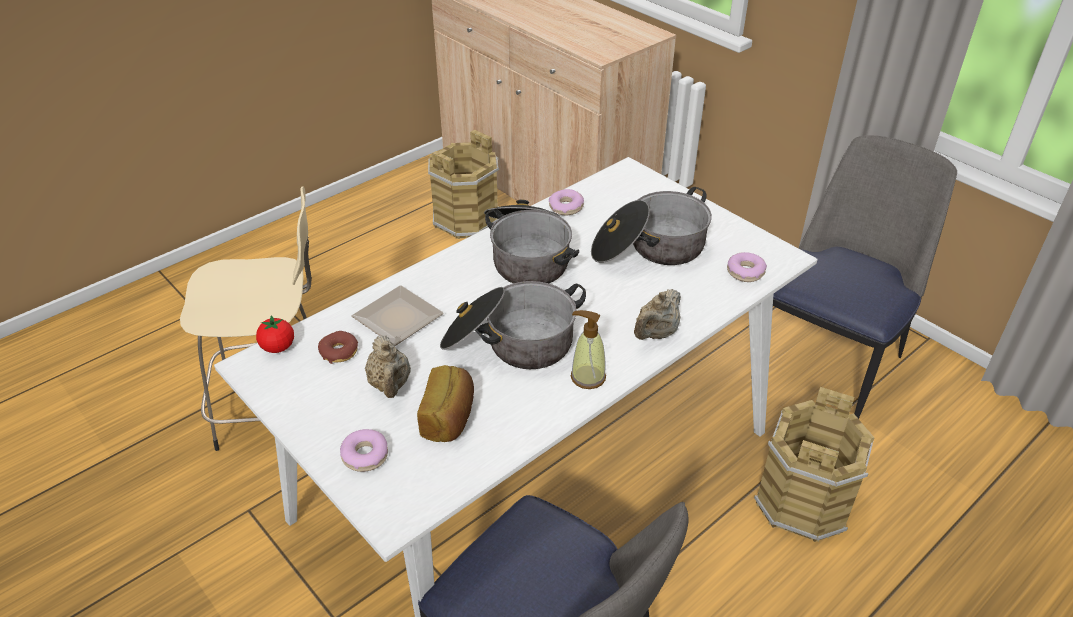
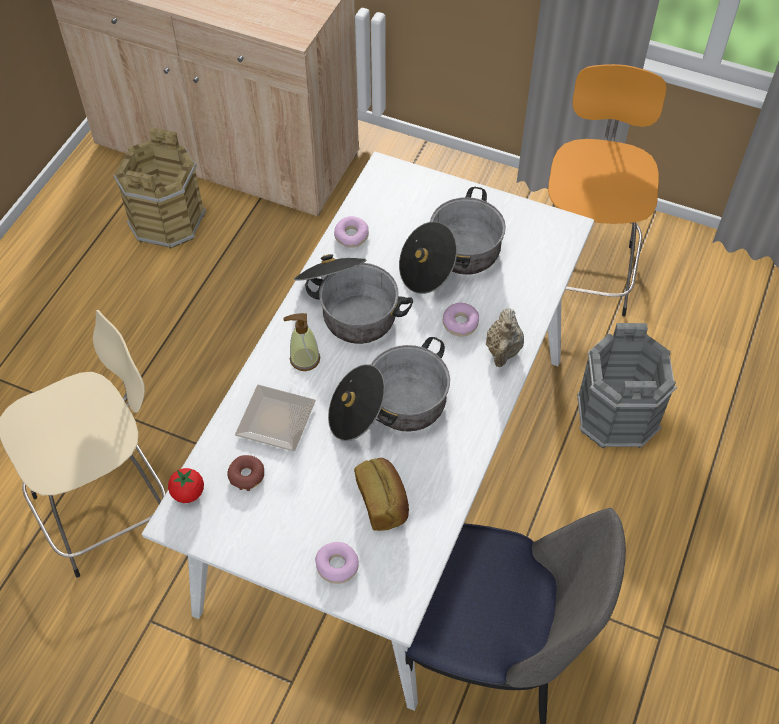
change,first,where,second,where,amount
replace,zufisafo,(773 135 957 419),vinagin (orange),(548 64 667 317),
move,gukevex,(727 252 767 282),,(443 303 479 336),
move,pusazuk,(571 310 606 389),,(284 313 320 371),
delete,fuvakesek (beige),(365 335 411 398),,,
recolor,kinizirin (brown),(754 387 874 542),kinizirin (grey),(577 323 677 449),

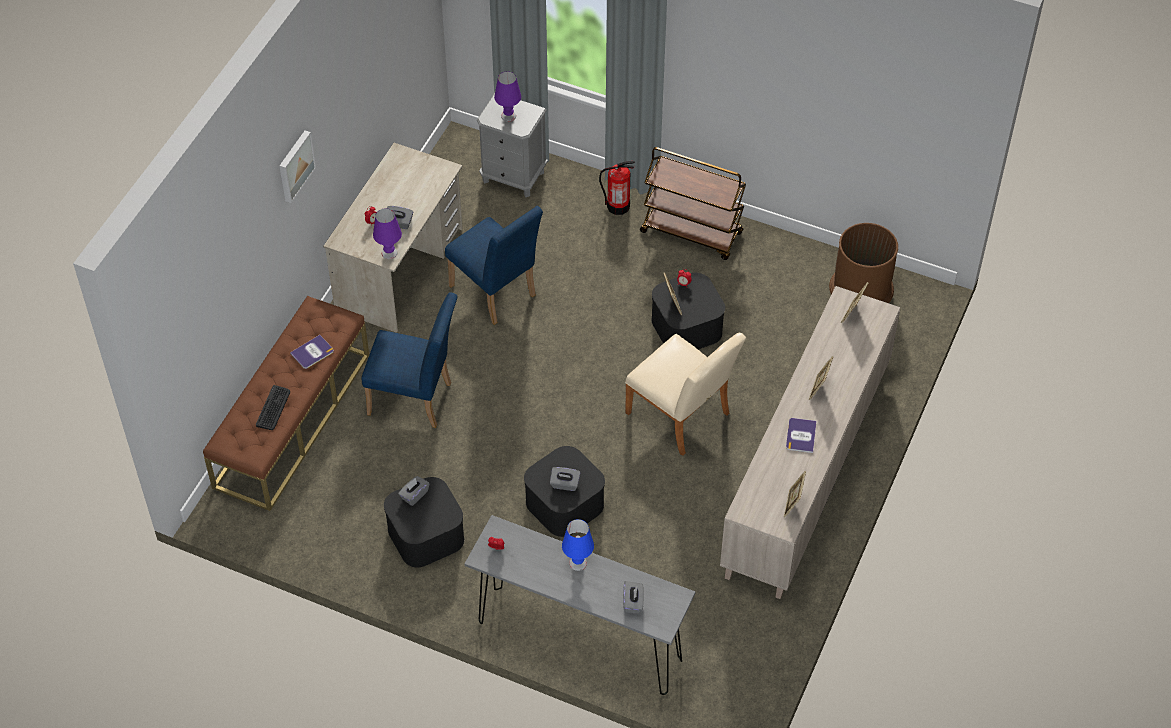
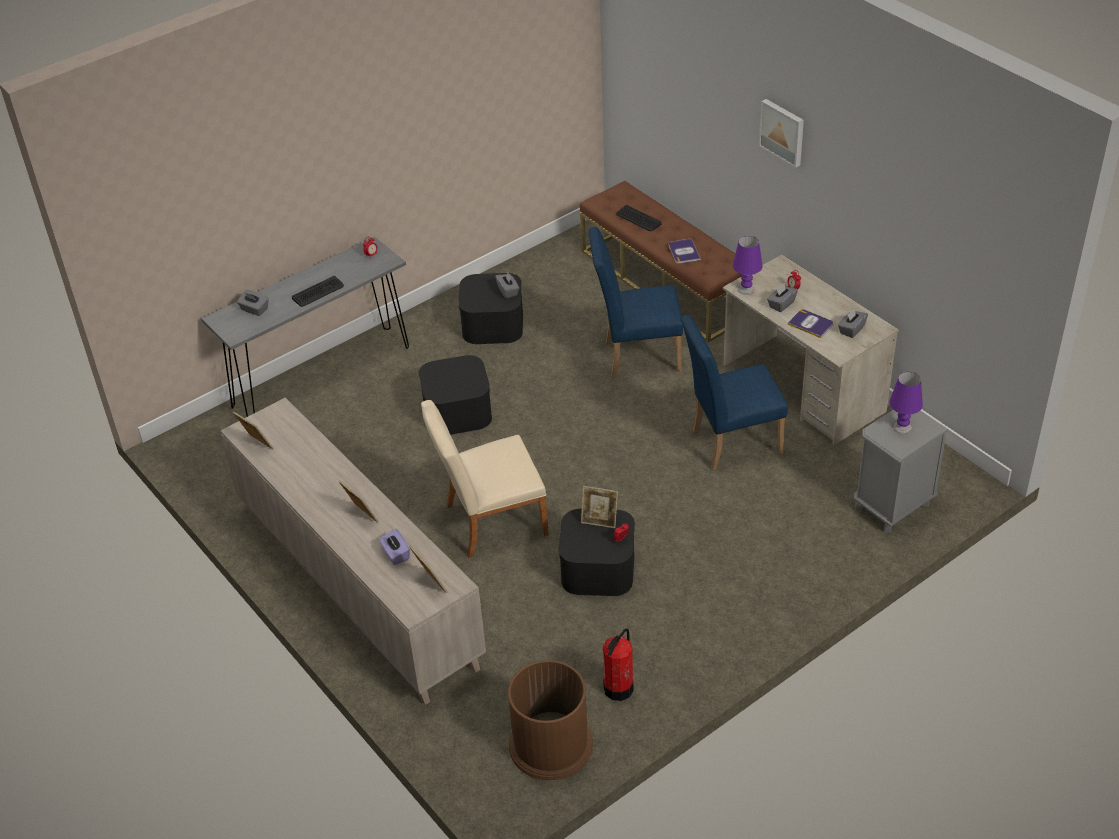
change,first,where,second,where,amount
delete,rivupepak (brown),(640 147 746 260),,,
move,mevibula,(599 161 635 215),,(603 629 634 701),
rotate,zufisafo (blue),(361 292 457 428),,(589 227 683 378),45 degrees clockwise
move,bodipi,(786 418 817 453),,(788 309 833 338),
move,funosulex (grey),(550 467 580 491),,(838 308 868 338),
replace,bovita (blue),(562 519 594 571),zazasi,(292 276 344 307),
insert,,,funosulex (purple),(379 529 410 565),

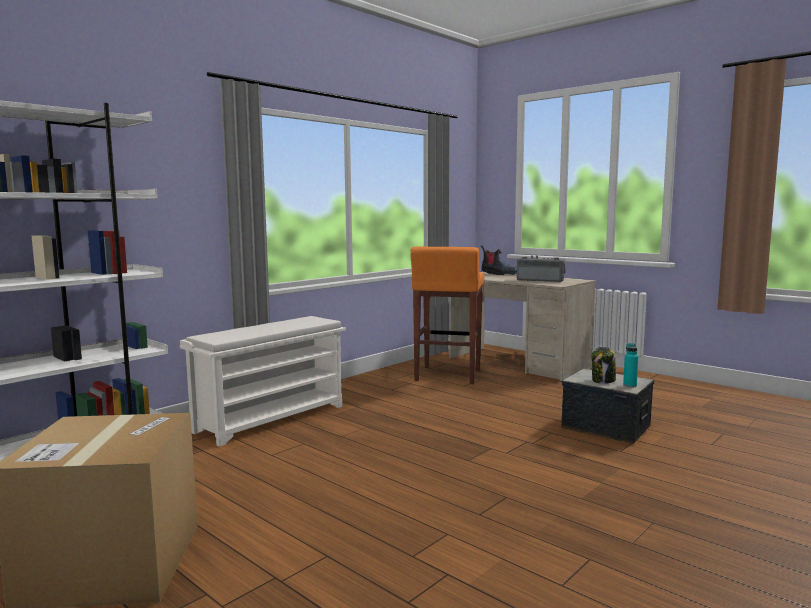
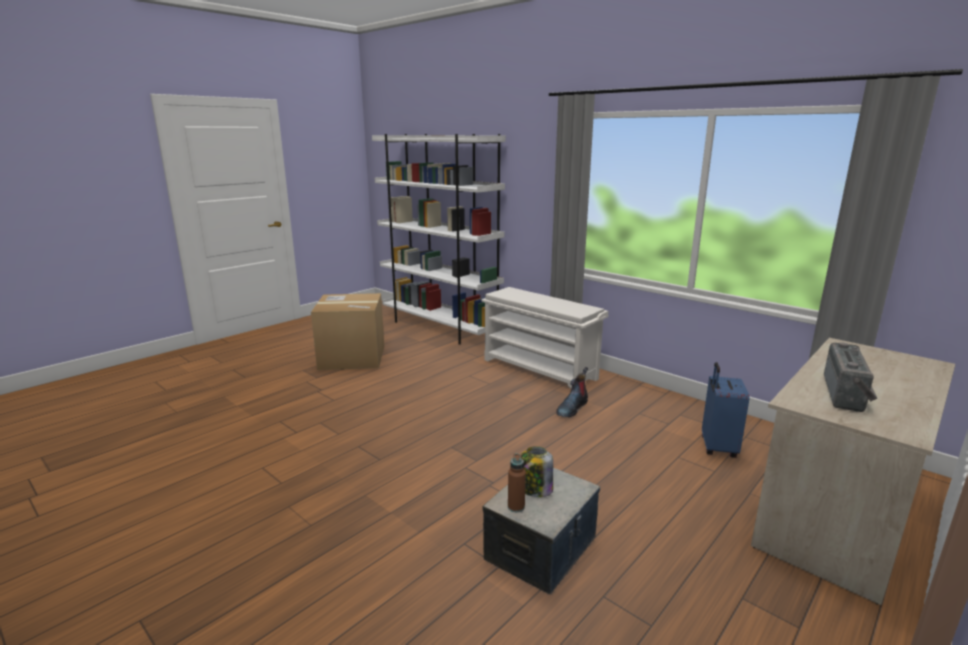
change,first,where,second,where,amount
move,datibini,(481 245 517 275),,(556 367 588 417),
replace,vinagin (orange),(411 247 484 384),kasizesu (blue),(702 362 750 458),
recolor,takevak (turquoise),(623 343 638 388),takevak (brown),(508 454 526 512),

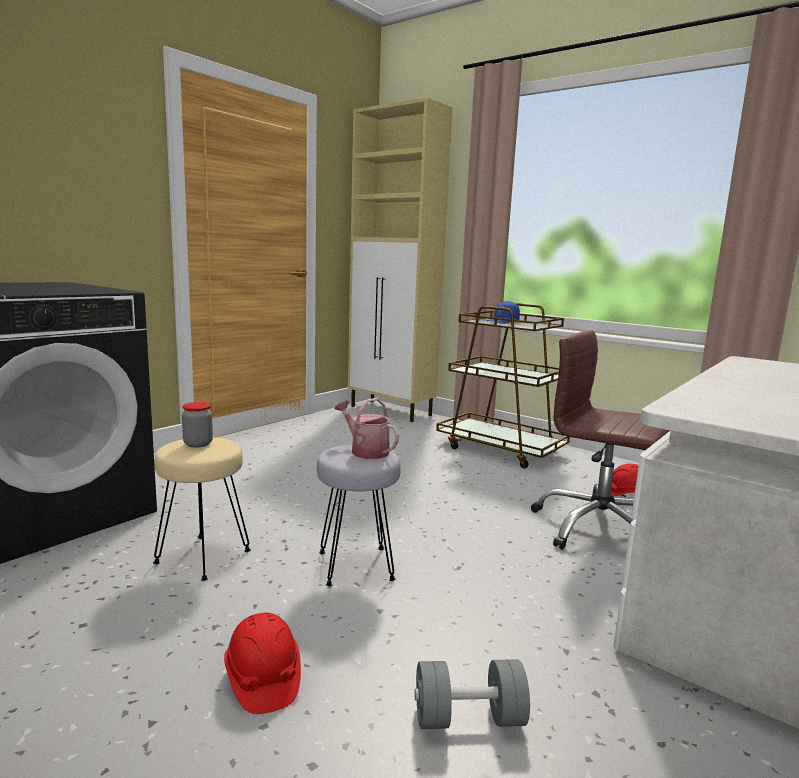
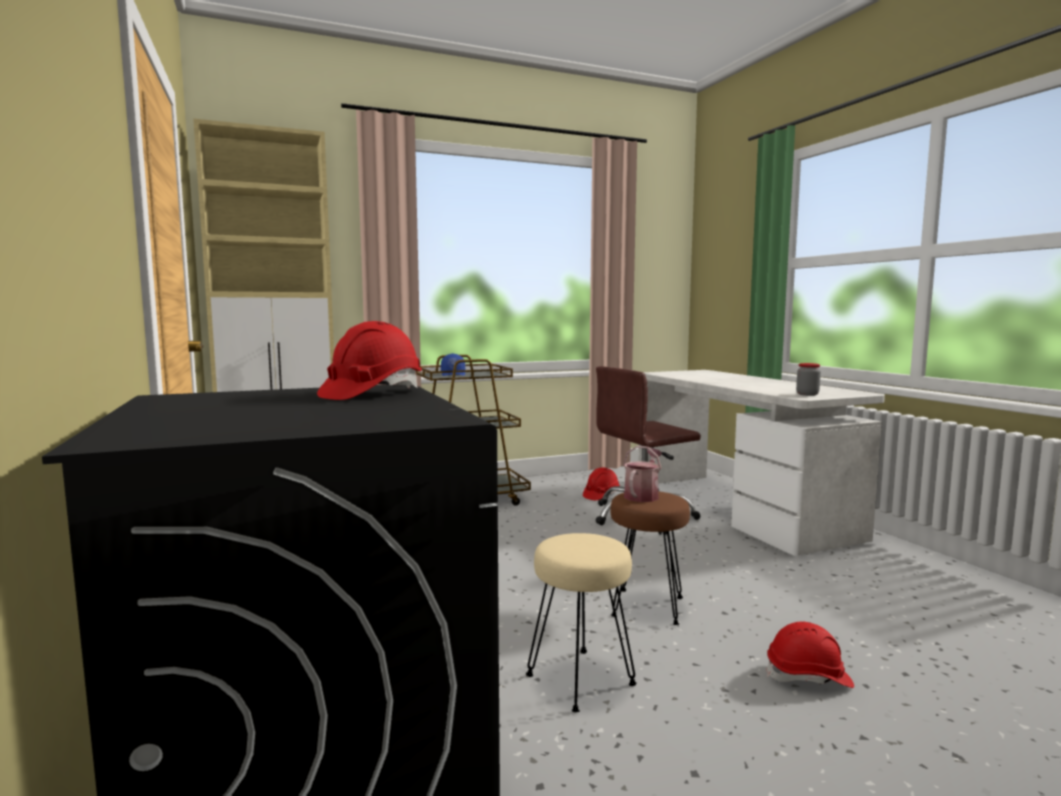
change,first,where,second,where,amount
rotate,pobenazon,(335 398 399 459),,(623 446 662 502),135 degrees clockwise
move,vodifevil,(182 402 213 448),,(796 363 821 396),
recolor,vinagin (grey),(317 444 401 586),vinagin (brown),(611 491 690 625),
delete,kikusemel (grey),(414 659 530 729),,,
insert,,,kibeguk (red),(317 321 422 400),

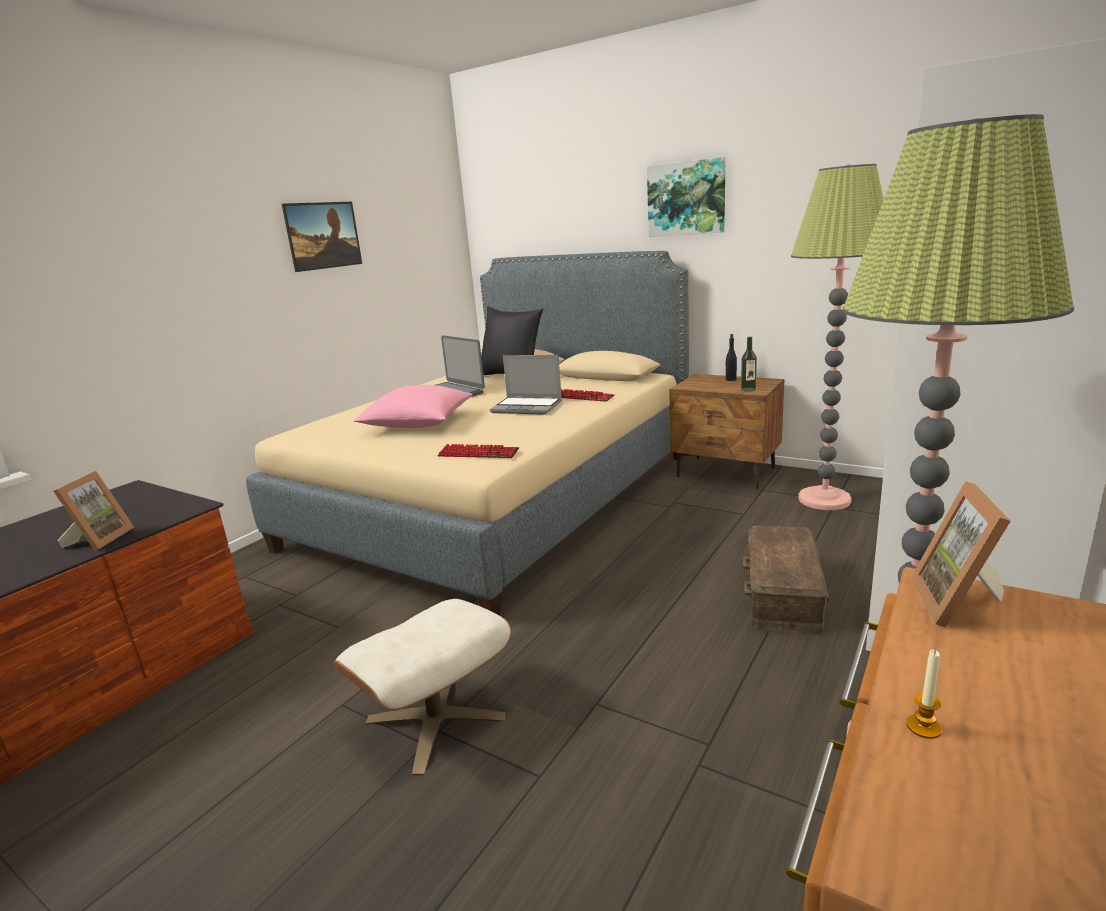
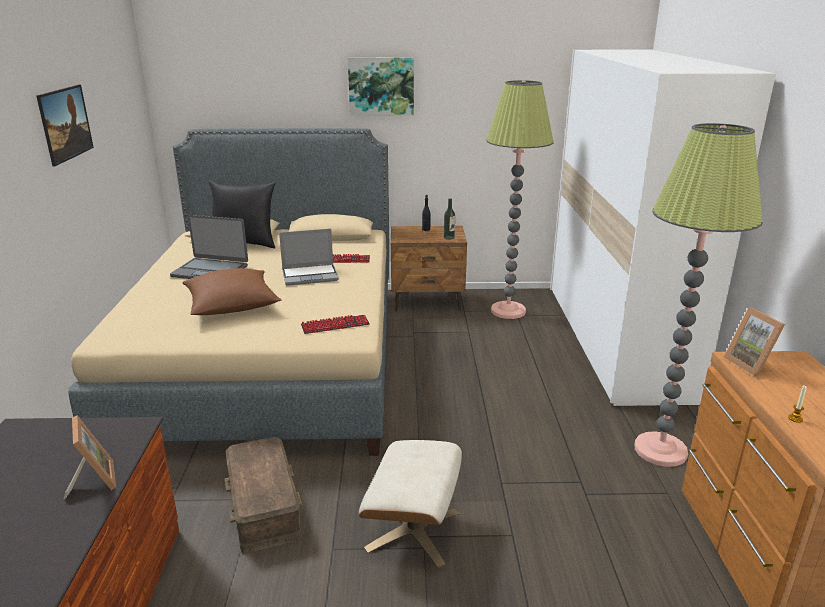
change,first,where,second,where,amount
recolor,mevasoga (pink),(353 385 473 428),mevasoga (brown),(182 268 281 315),
move,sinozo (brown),(743 525 829 635),,(225 437 302 553),

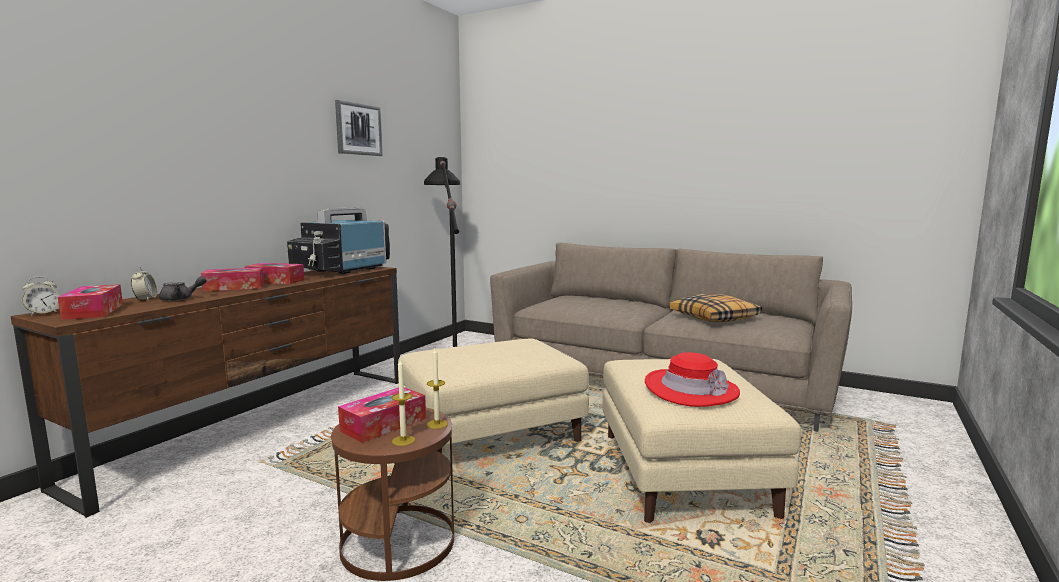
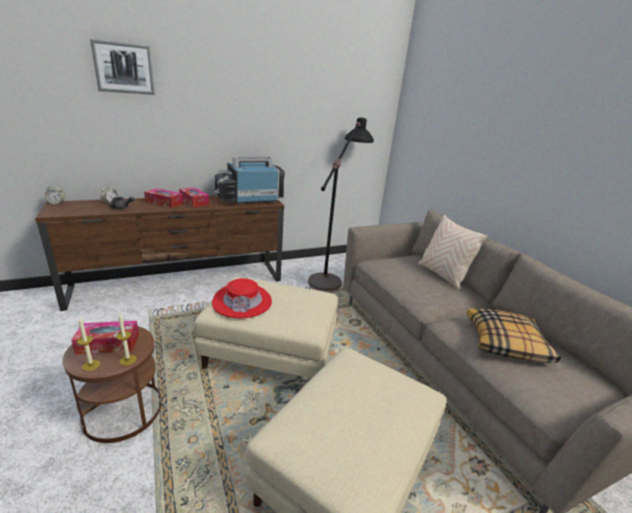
change,first,where,second,where,amount
move,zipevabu,(335 100 383 156),,(90 39 155 95),
delete,funosulex,(58 284 123 320),,,
move,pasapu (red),(645 352 740 407),,(212 278 272 318),
insert,,,mevasoga (beige),(418 215 488 289),

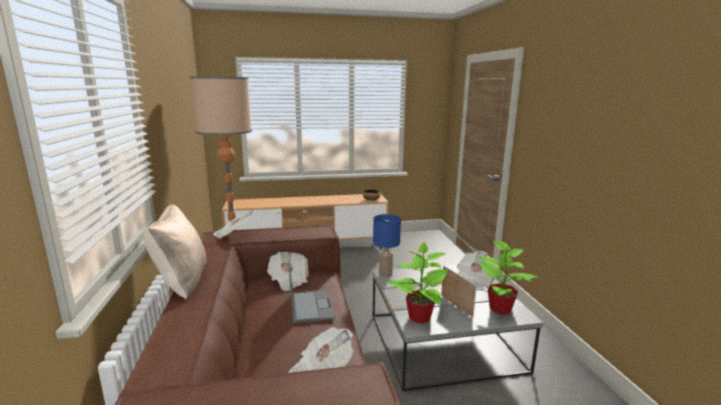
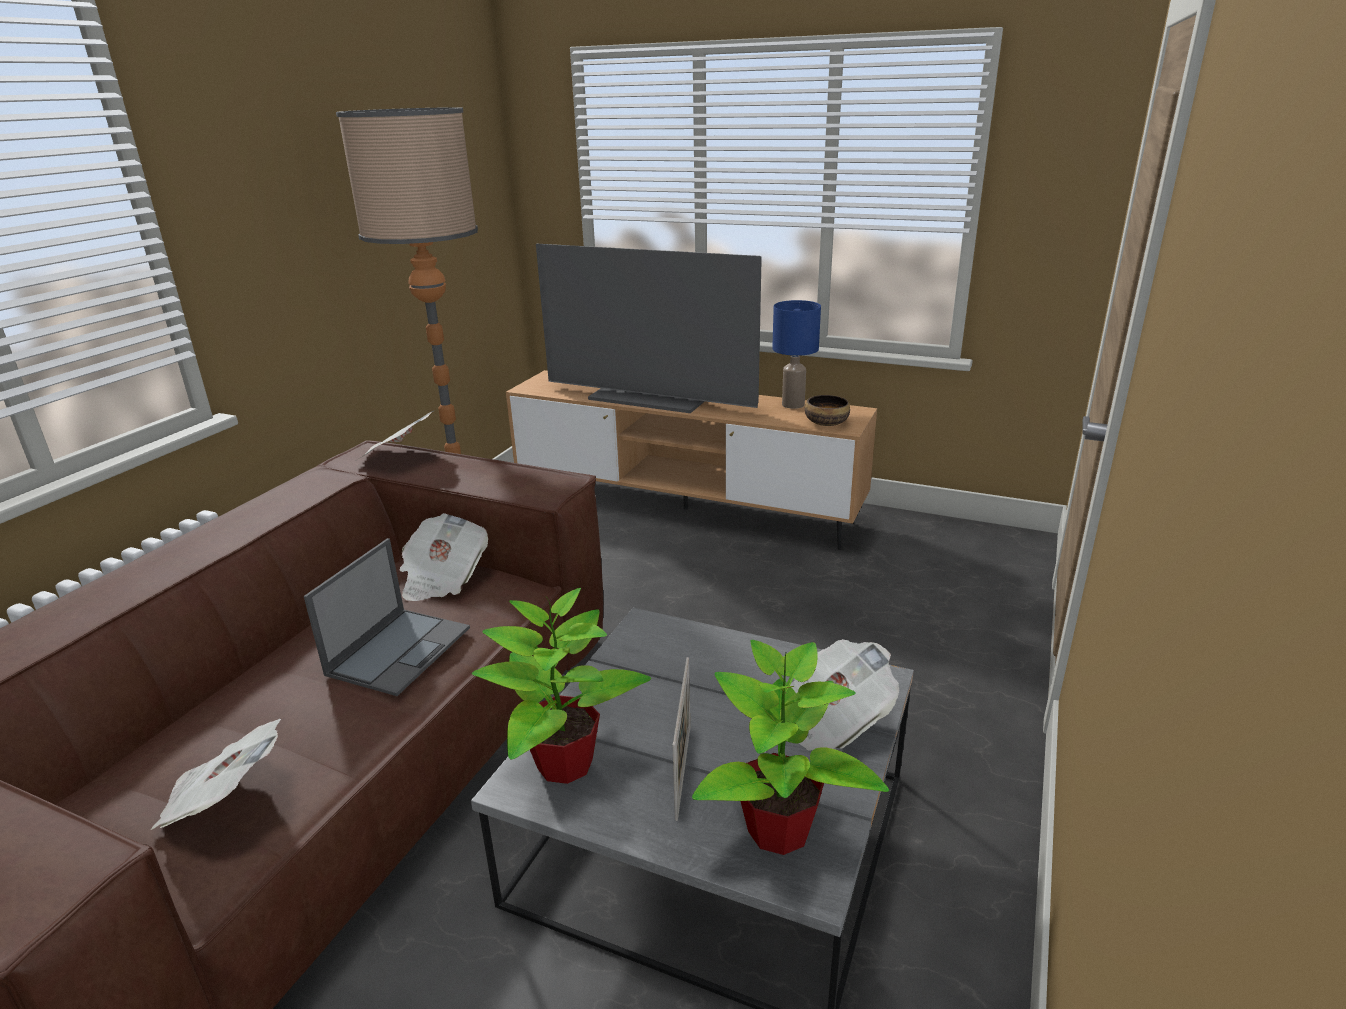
change,first,where,second,where,amount
delete,mevasoga (beige),(144 204 207 300),,,
move,bovita (blue),(373 214 401 277),,(772 300 821 409),
insert,,,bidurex,(536 244 762 413),

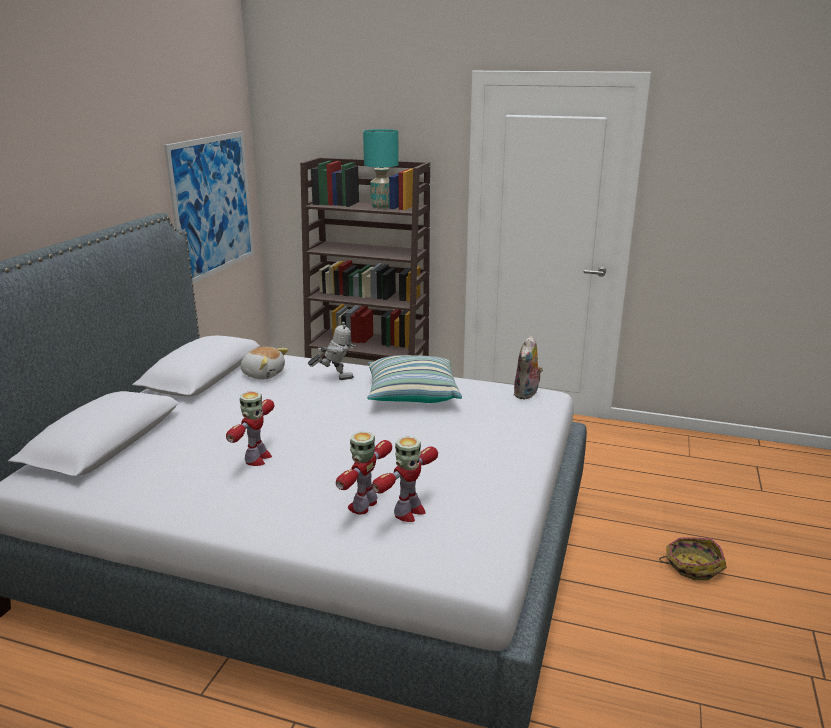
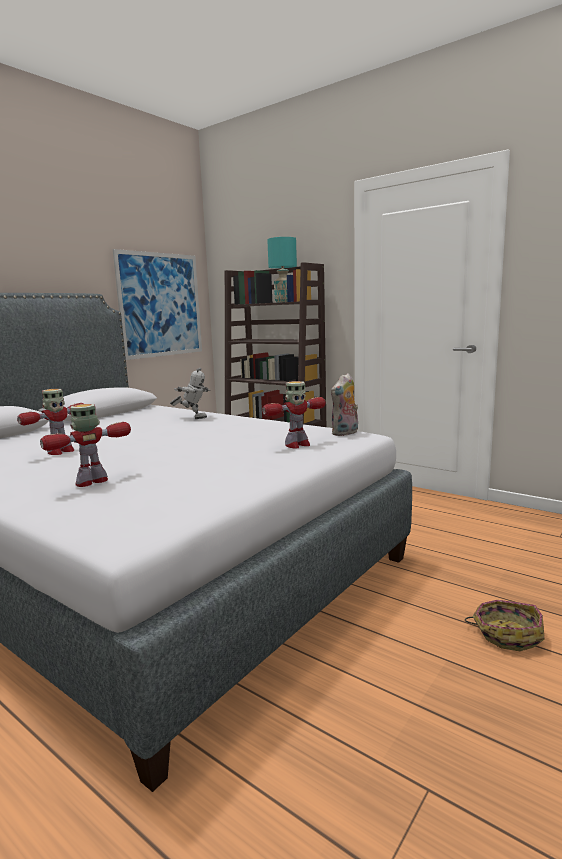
change,first,where,second,where,amount
delete,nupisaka,(241 347 288 379),,,
delete,mevasoga,(367 355 462 403),,,
move,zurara,(372 436 438 522),,(262 381 326 448),

